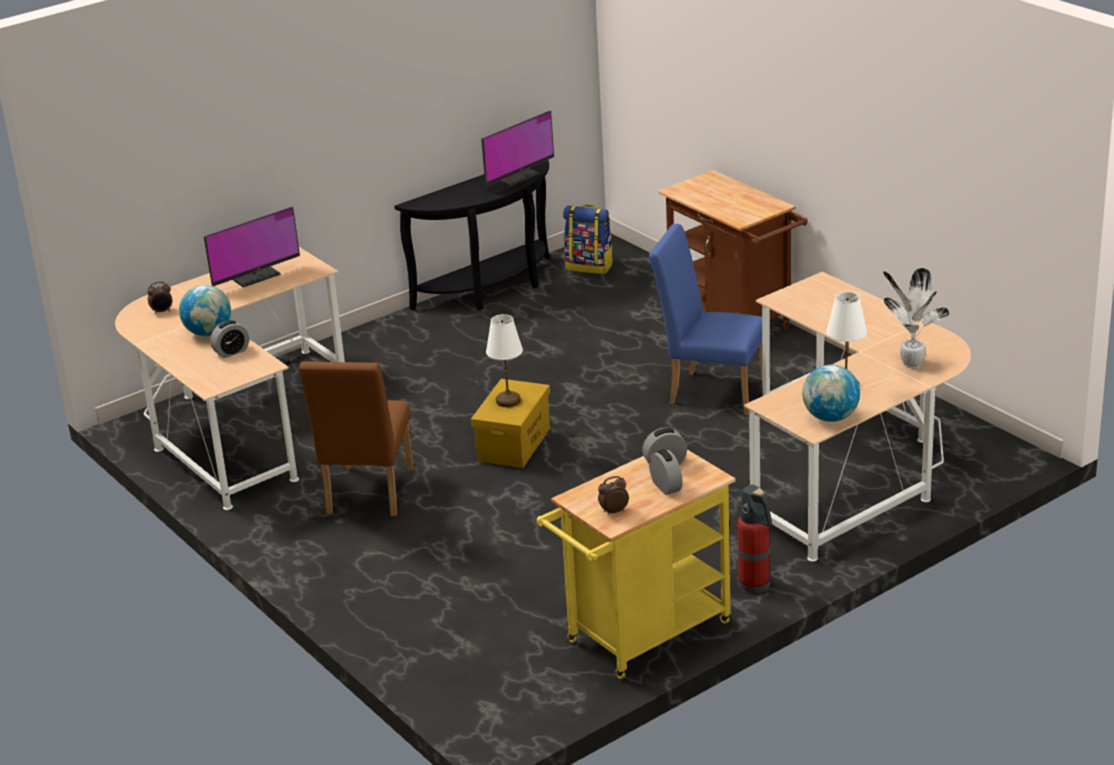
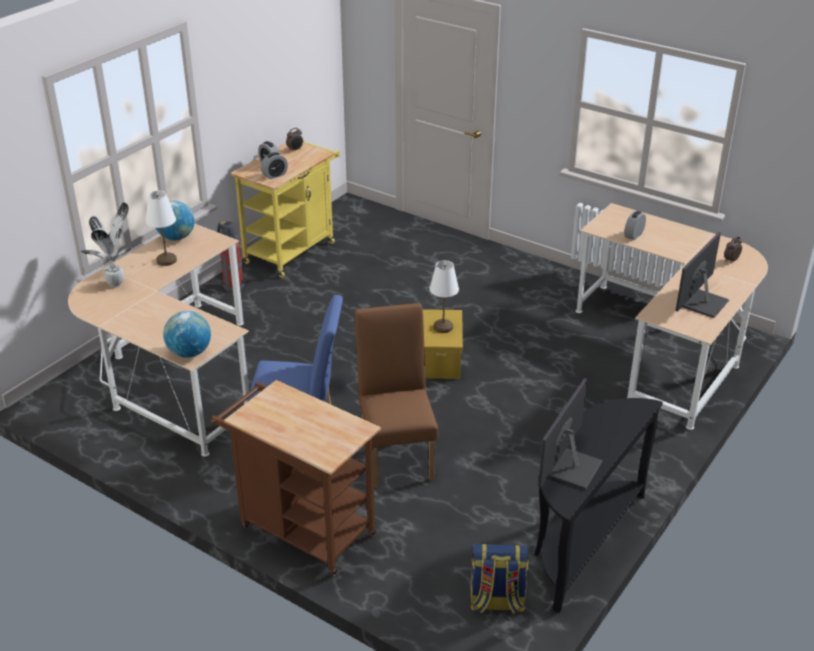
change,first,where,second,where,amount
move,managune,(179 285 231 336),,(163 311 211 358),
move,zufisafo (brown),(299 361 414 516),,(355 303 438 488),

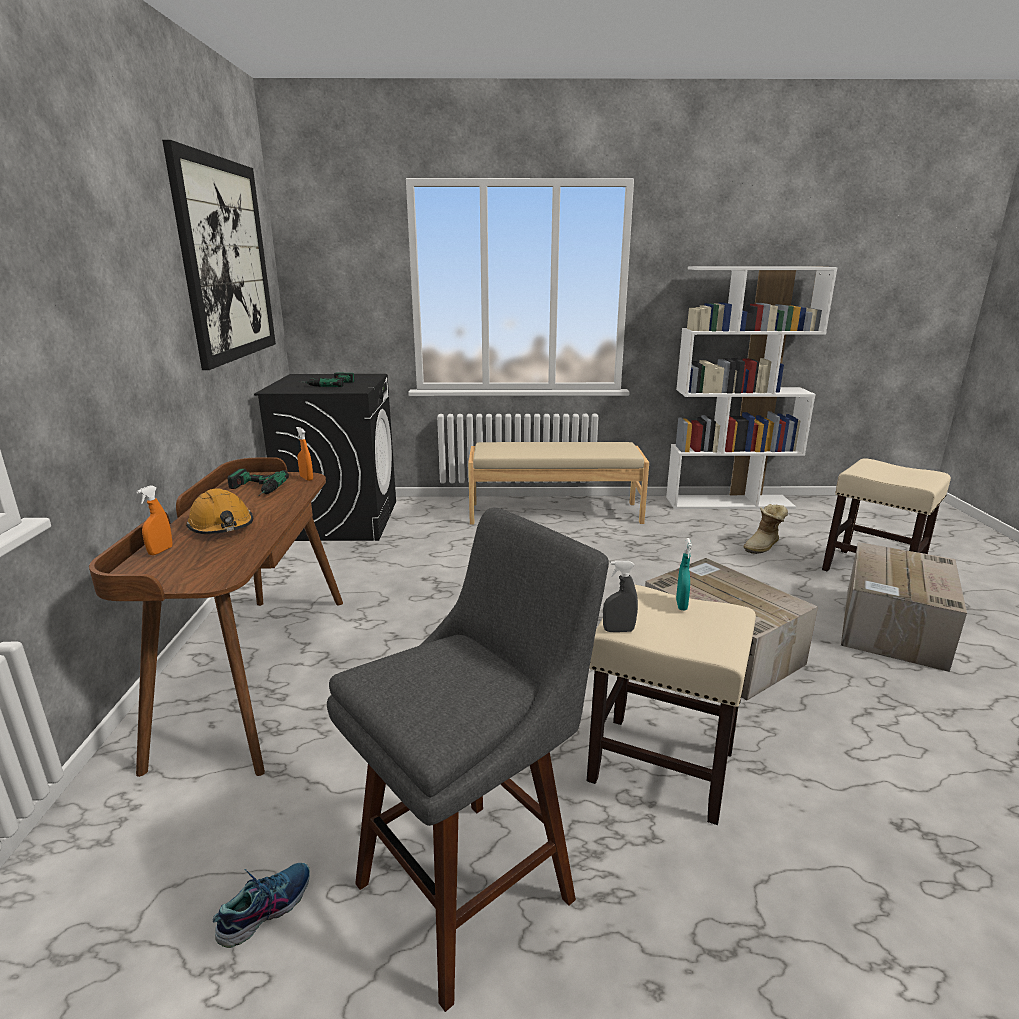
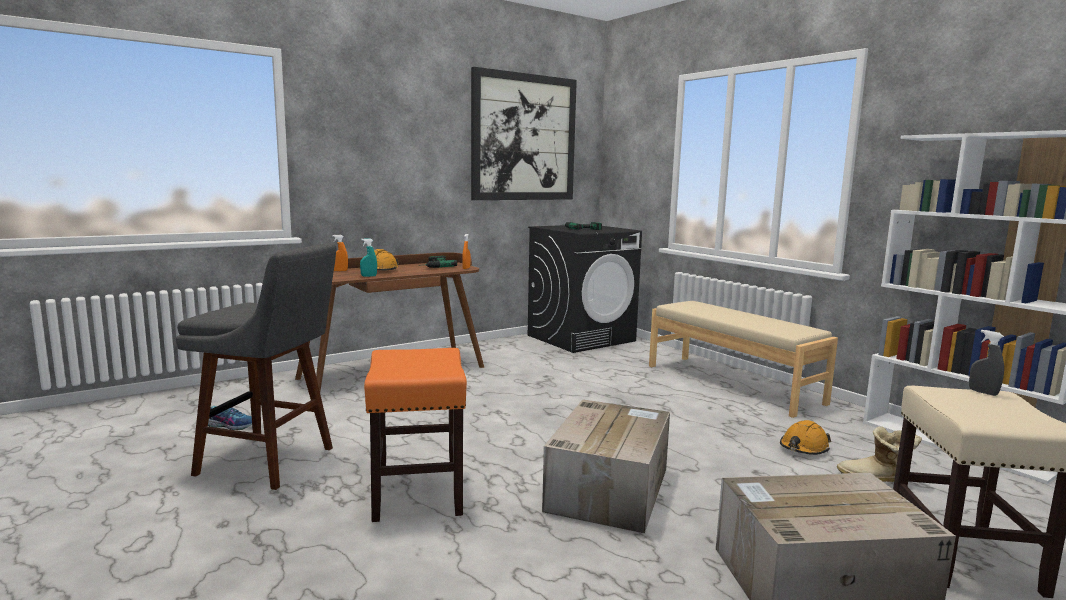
change,first,where,second,where,amount
move,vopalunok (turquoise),(676 538 692 610),,(360 239 377 277),
move,vopalunok (grey),(603 561 638 632),,(969 330 1004 396),
recolor,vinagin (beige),(587 584 756 825),vinagin (orange),(364 348 467 522),
insert,,,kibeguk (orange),(780 420 831 455),

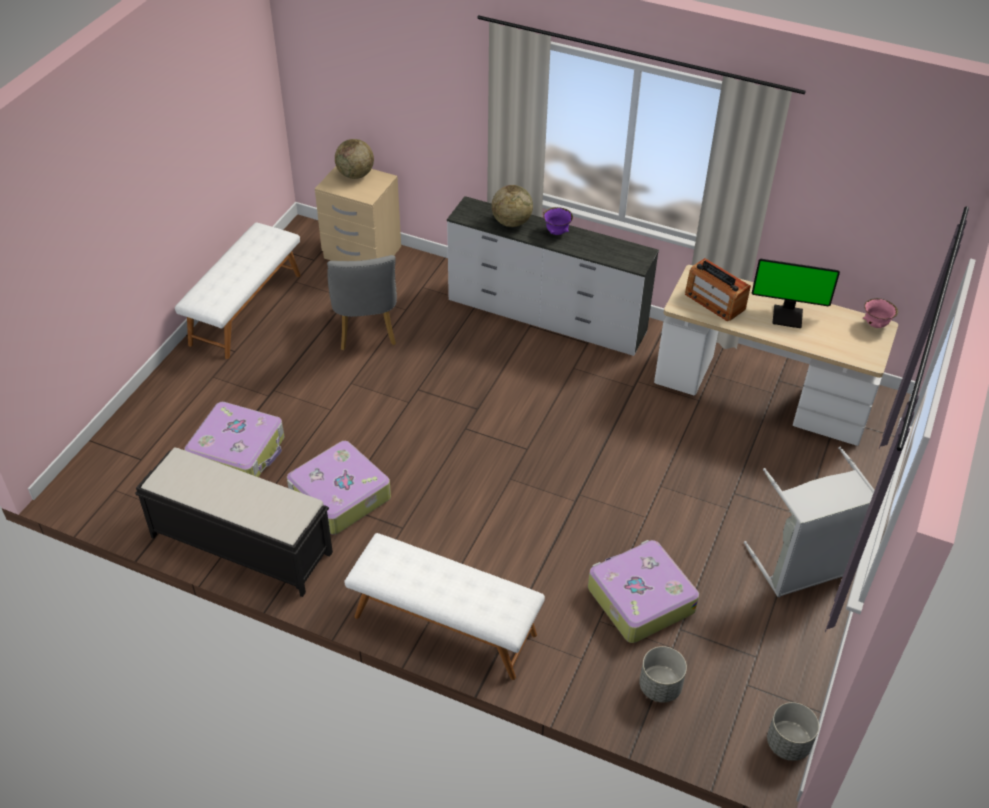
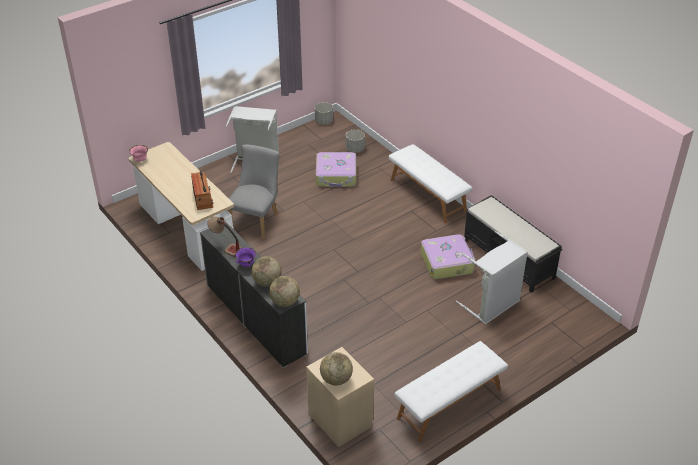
change,first,where,second,where,amount
move,zufisafo (grey),(327 255 397 350),,(228 145 279 238),
delete,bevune,(752 259 840 328),,,
replace,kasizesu,(184 402 284 477),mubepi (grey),(456 231 528 324),
insert,,,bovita,(207 217 242 257),
insert,,,managune,(269 276 300 307),

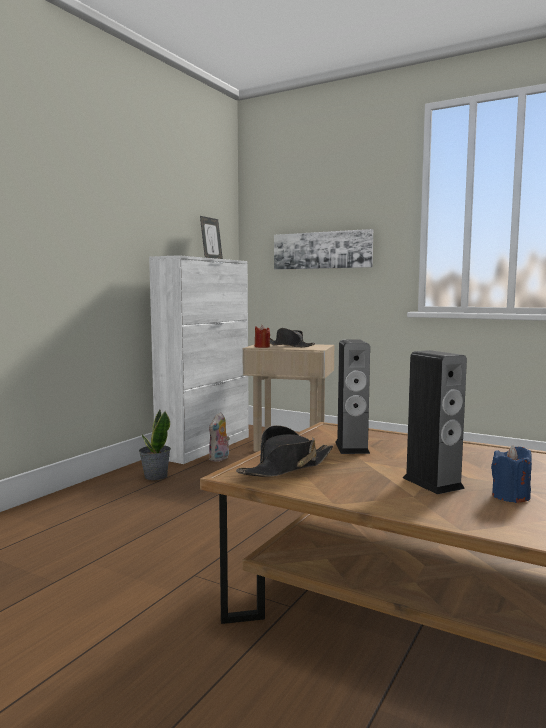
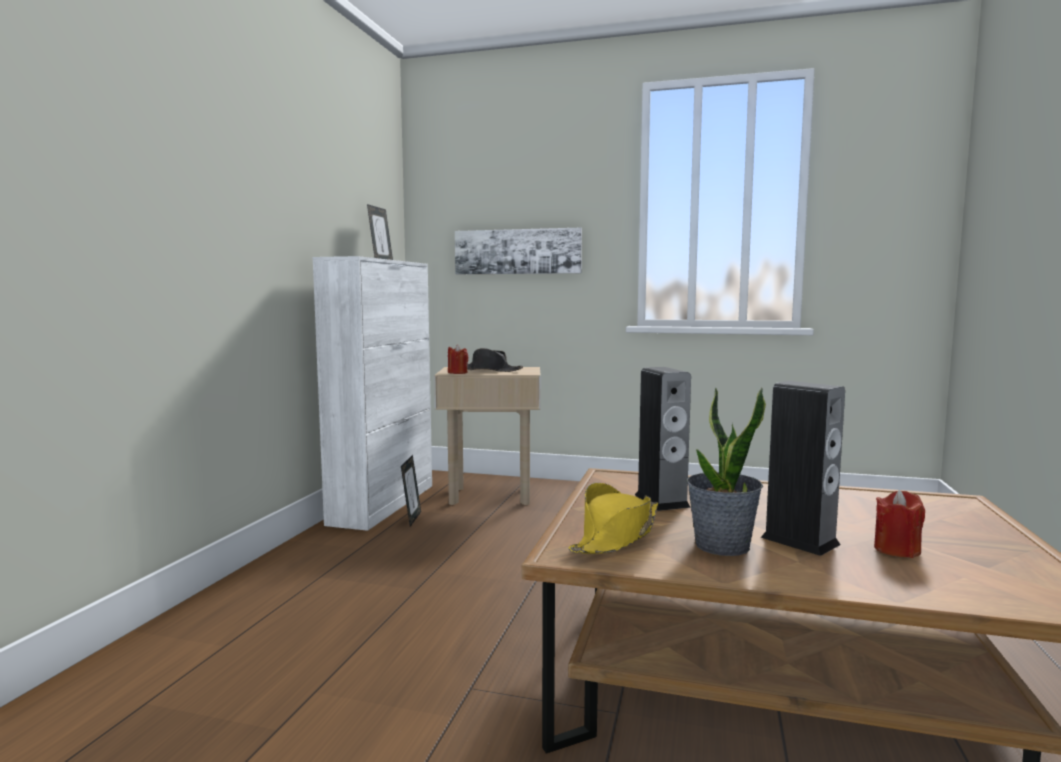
change,first,where,second,where,amount
move,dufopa,(139 409 171 480),,(687 387 766 556),
replace,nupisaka,(209 412 230 462),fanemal,(401 455 421 527),
recolor,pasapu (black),(236 425 333 477),pasapu (yellow),(568 483 658 554),
recolor,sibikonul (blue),(491 445 532 503),sibikonul (red),(874 490 925 558),

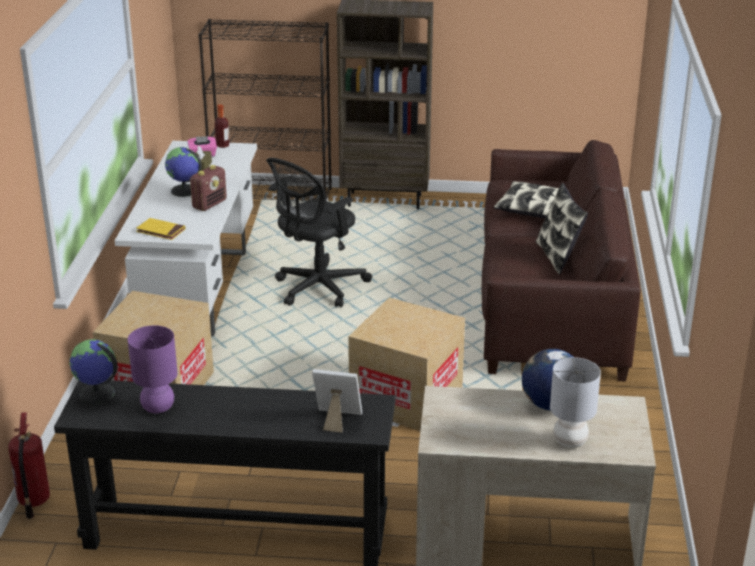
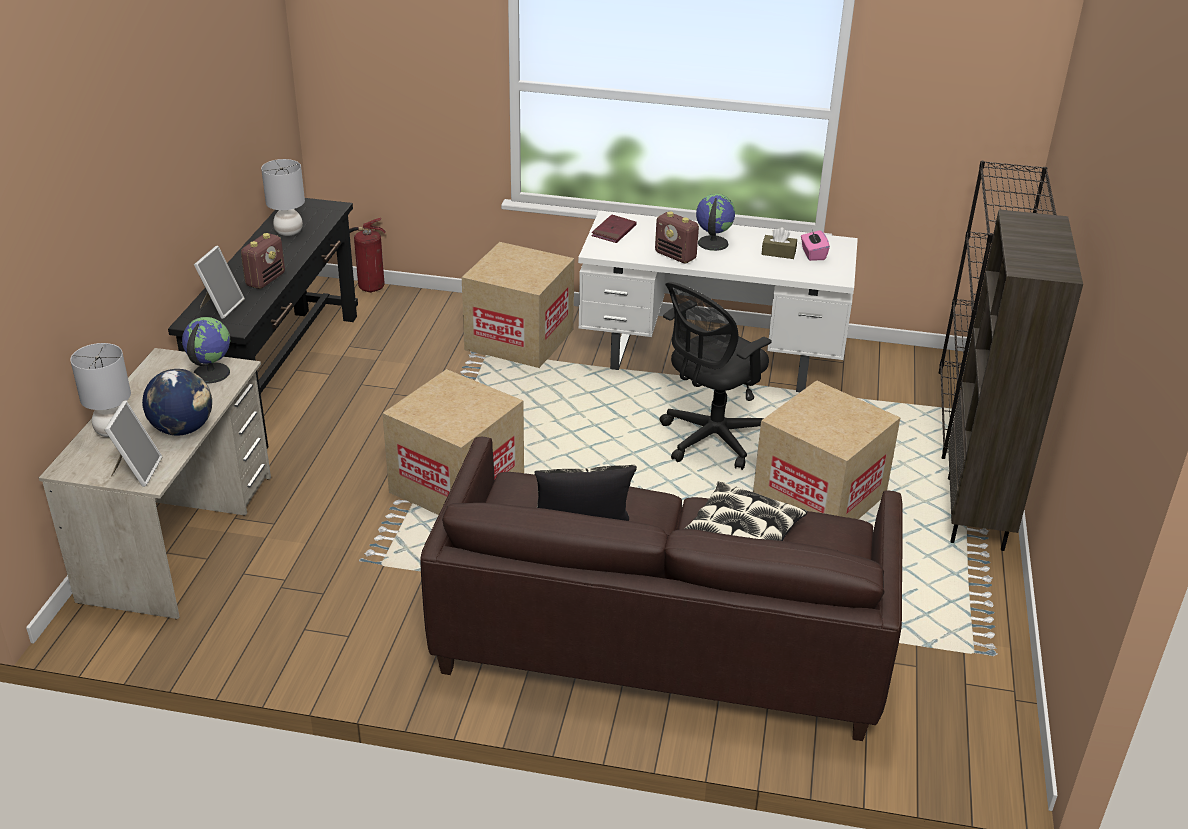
change,first,where,second,where,amount
delete,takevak,(215 104 230 148),,,
rotate,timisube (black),(266 158 372 307),,(659 282 772 470),90 degrees counterclockwise
recolor,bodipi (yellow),(136 218 185 240),bodipi (red),(591 214 637 243),
recolor,bovita (purple),(128 325 178 413),bovita (grey),(261 159 305 236),
move,managune,(69 339 118 404),,(182 317 230 383),
insert,,,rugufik,(241 233 285 289),
insert,,,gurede,(753 380 901 519),
insert,,,fanemal,(104 400 163 487),

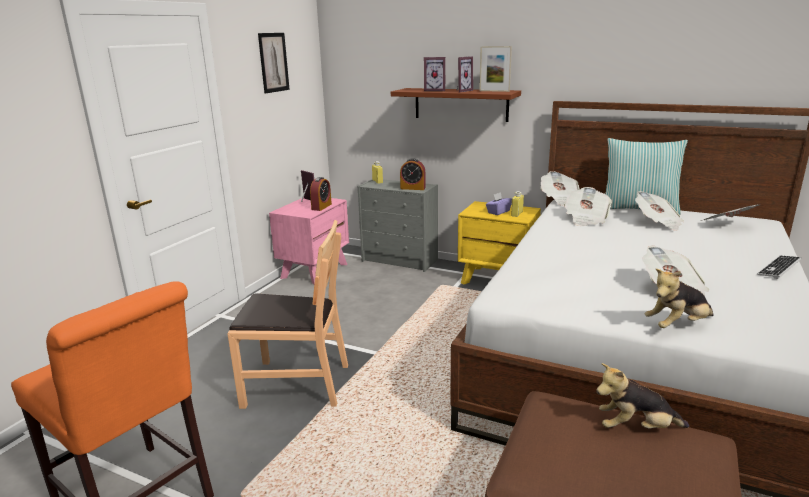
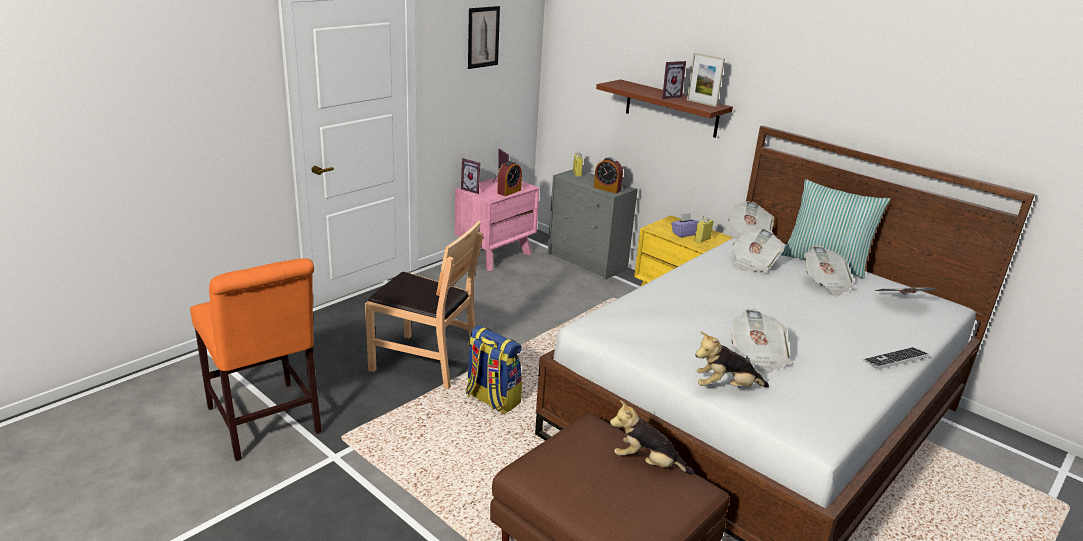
change,first,where,second,where,amount
move,fanemal,(424 57 446 91),,(461 158 480 194),
insert,,,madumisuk,(466 325 522 414),

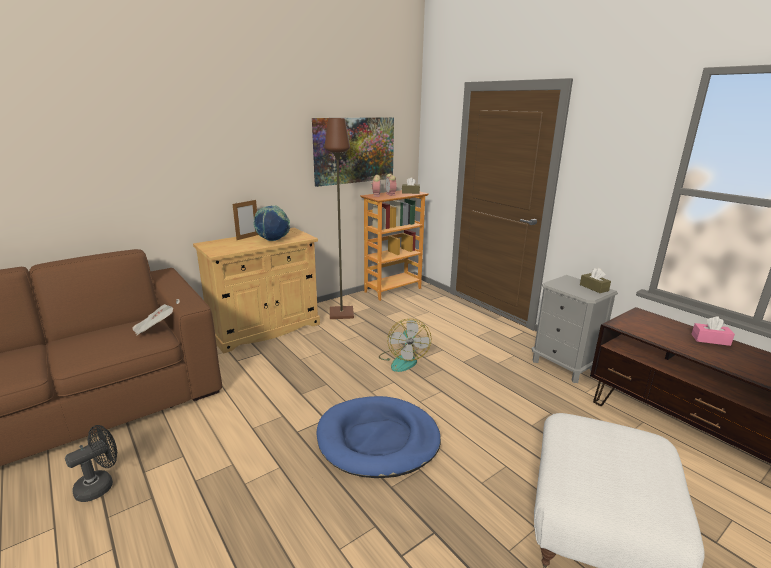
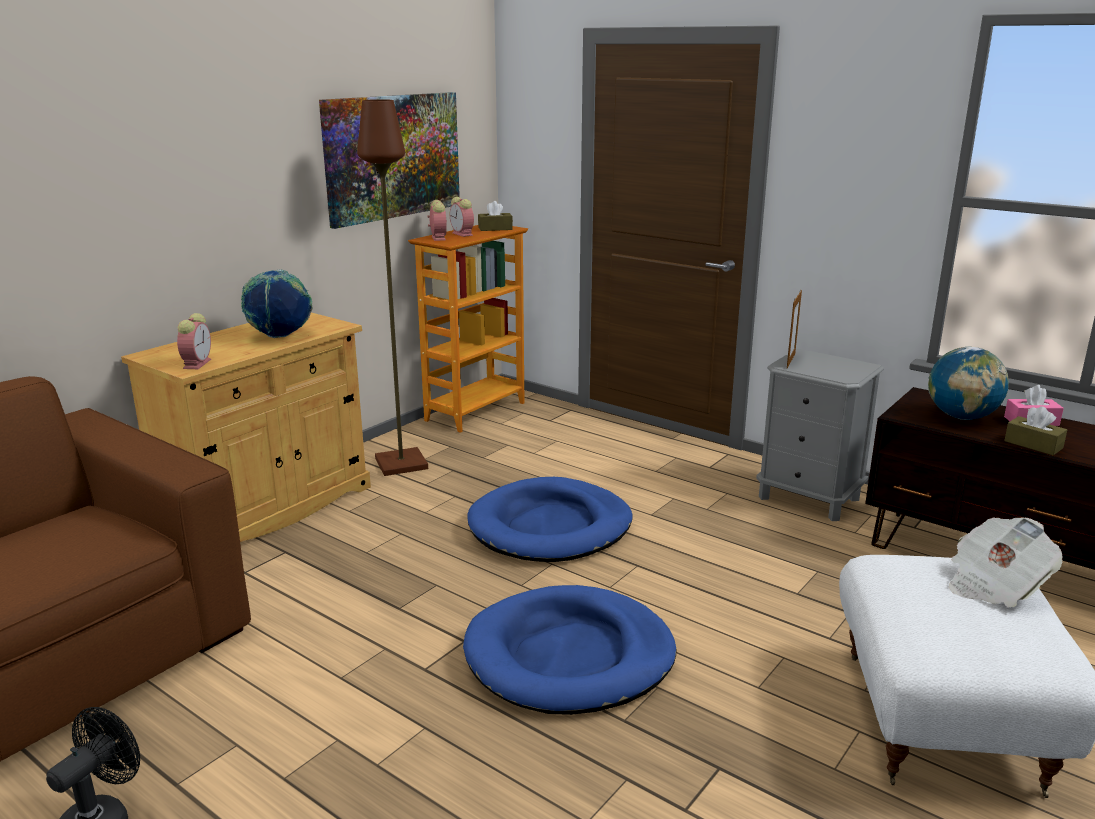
change,first,where,second,where,amount
move,fanemal,(233 200 258 240),,(787 290 802 369),
move,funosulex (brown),(580 268 611 293),,(1004 406 1067 455),
move,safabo,(132 299 180 336),,(948 517 1063 607),
replace,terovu,(379 319 431 372),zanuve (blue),(467 477 633 562),
insert,,,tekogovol,(177 313 211 369),
insert,,,managune,(928 347 1009 420),

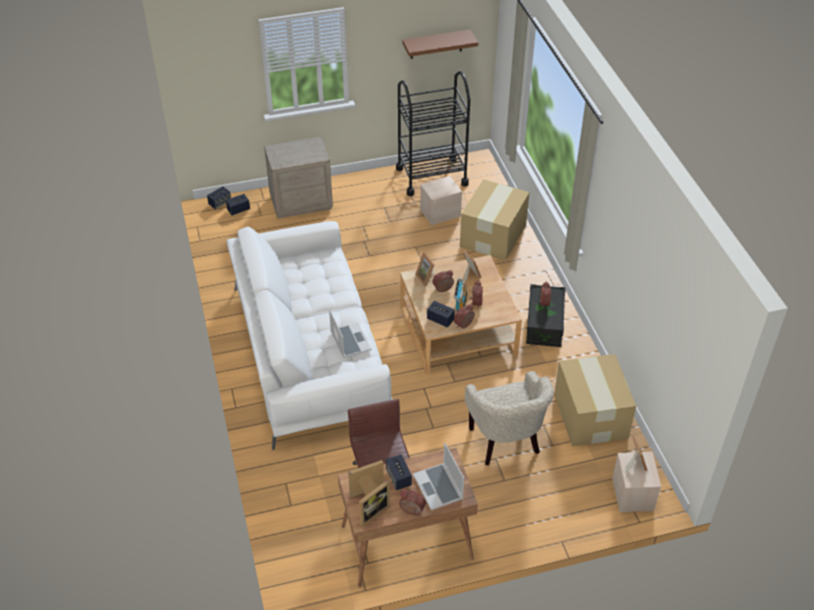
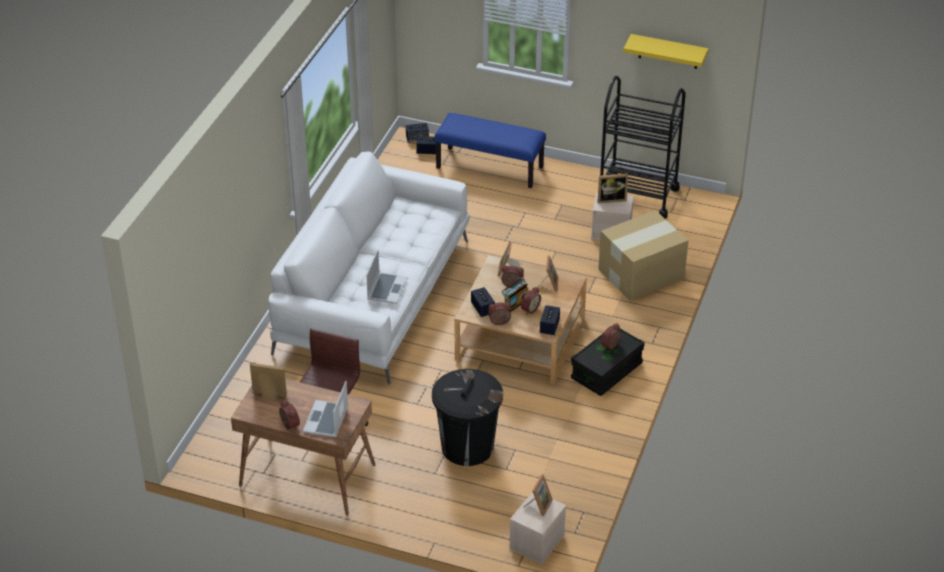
change,first,where,second,where,amount
recolor,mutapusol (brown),(402 29 478 59),mutapusol (yellow),(623 34 709 69),
replace,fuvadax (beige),(264 137 333 219),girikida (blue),(434 113 546 188),
delete,gurede,(554 354 636 447),,,
replace,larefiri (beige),(465 371 554 466),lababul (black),(432 369 503 466),
move,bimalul,(386 454 412 490),,(540 305 560 335),
move,fanemal,(359 480 390 527),,(598 173 628 203),

